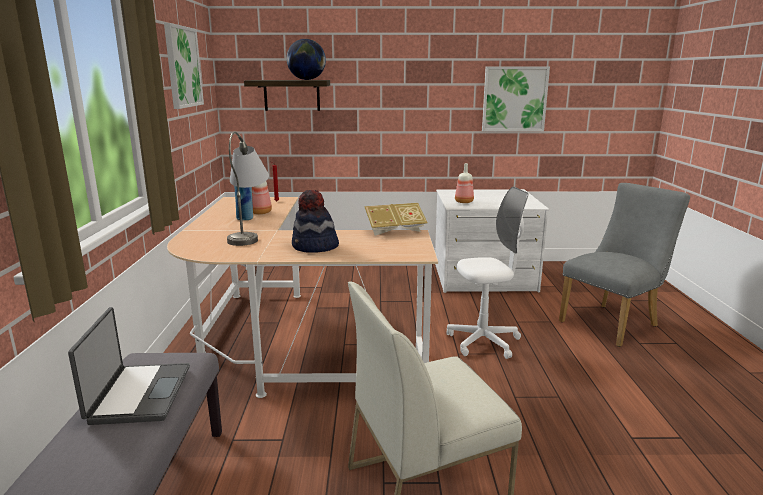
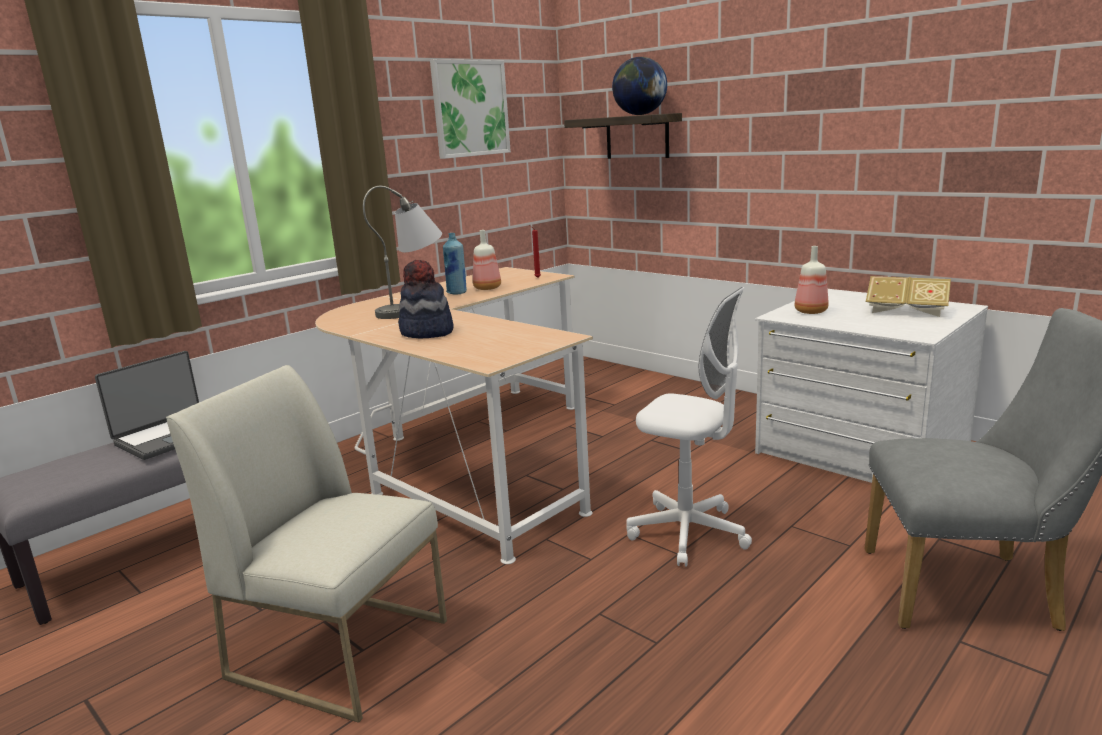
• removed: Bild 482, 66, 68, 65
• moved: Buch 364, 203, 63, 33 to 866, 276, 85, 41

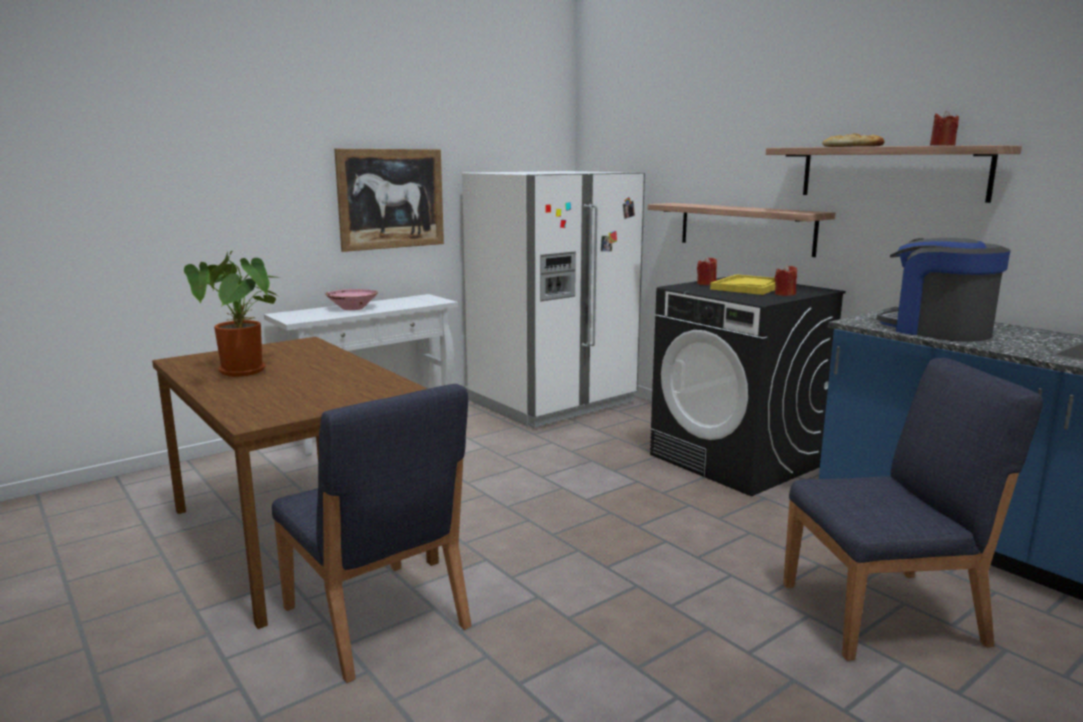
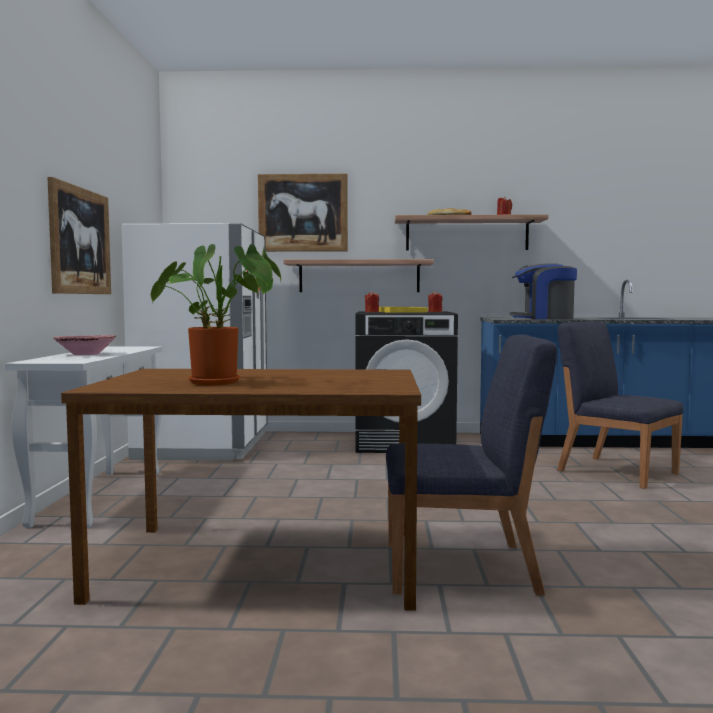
• added: Bild 258, 174, 90, 78
• turned: Stuhl/blau 783, 358, 260, 303 = 557, 321, 127, 168 75 degrees counterclockwise

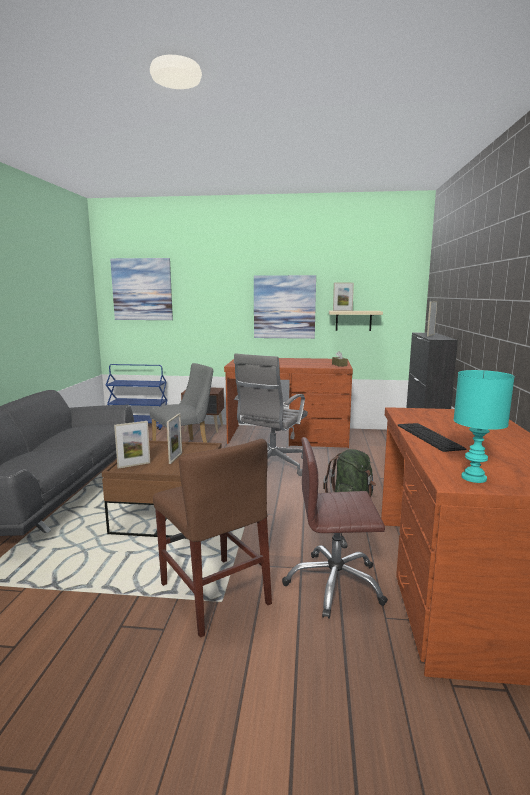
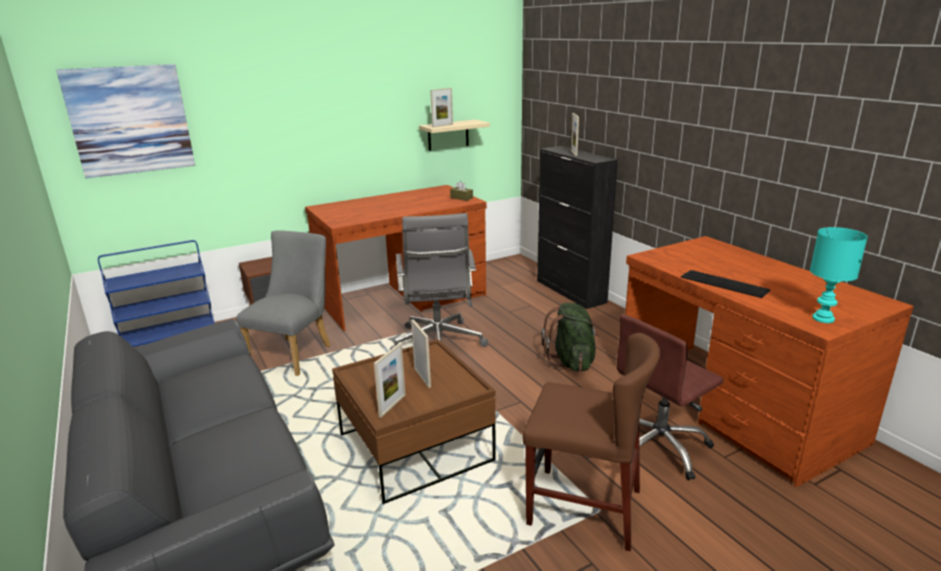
• removed: Bild 254, 275, 62, 64

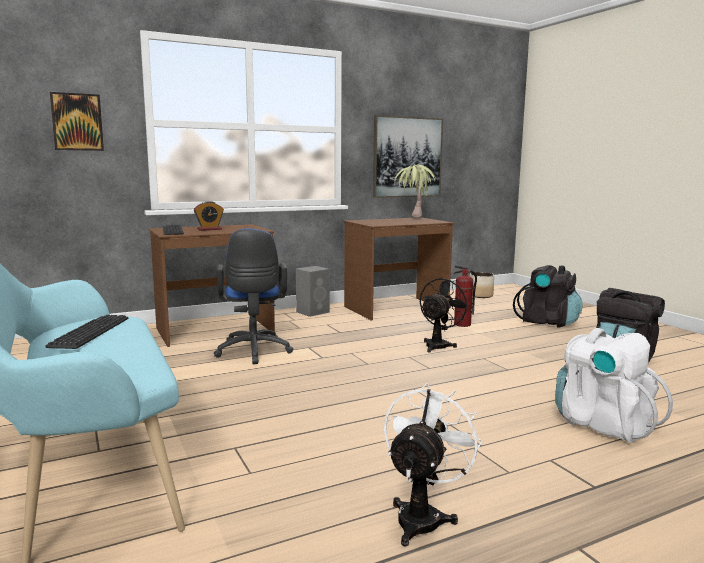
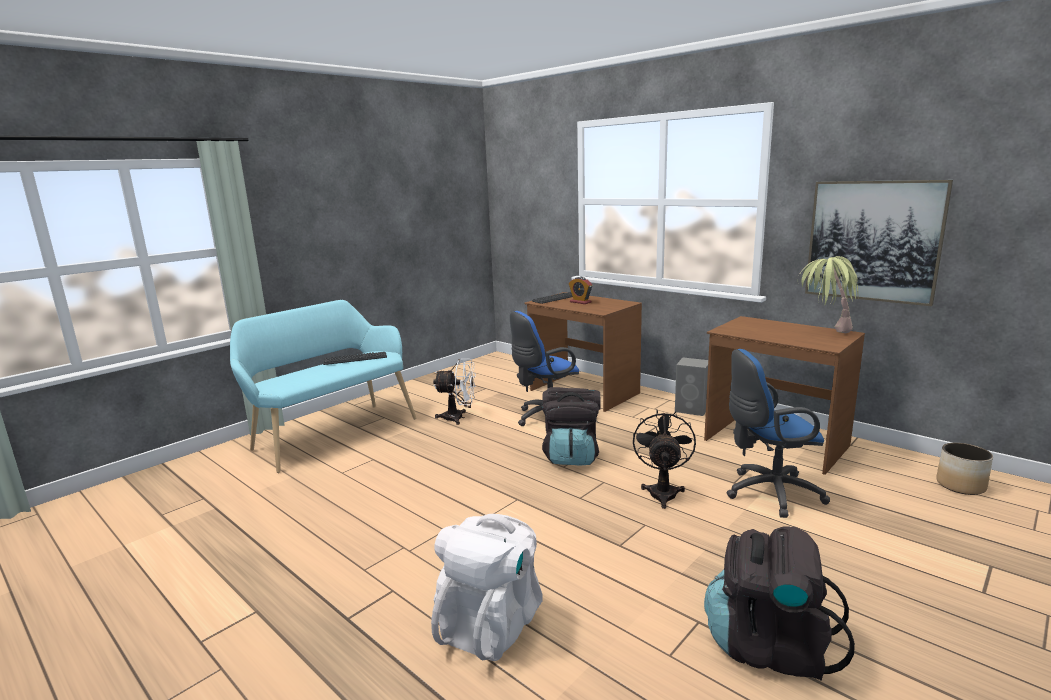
• removed: Bild 50, 92, 54, 59
• moved: Ventilator/weiß 384, 383, 98, 164 to 433, 359, 43, 66
• moved: Rucksack/schwarz 513, 265, 70, 62 to 541, 387, 59, 79
• replaced: Feuerlöscher 454, 265, 23, 62 to Bürostuhl/blau 726, 349, 104, 169
• turned: Ventilator/schwarz 420, 277, 50, 76 = 633, 410, 63, 99 90 degrees counterclockwise

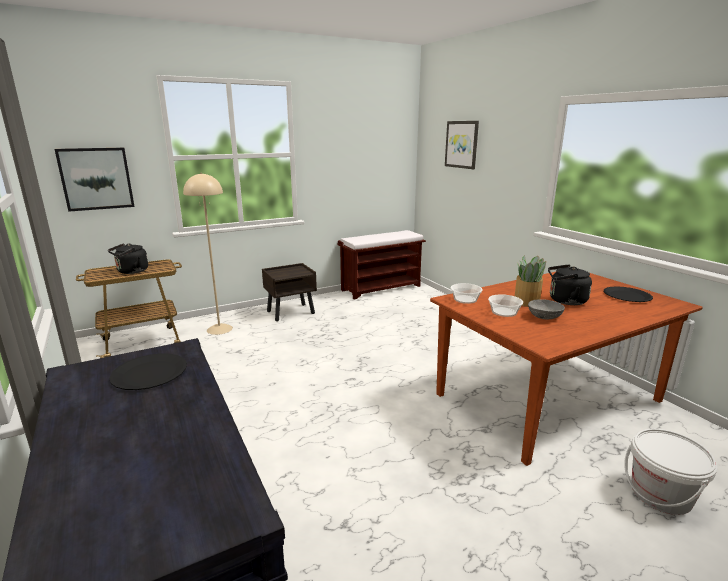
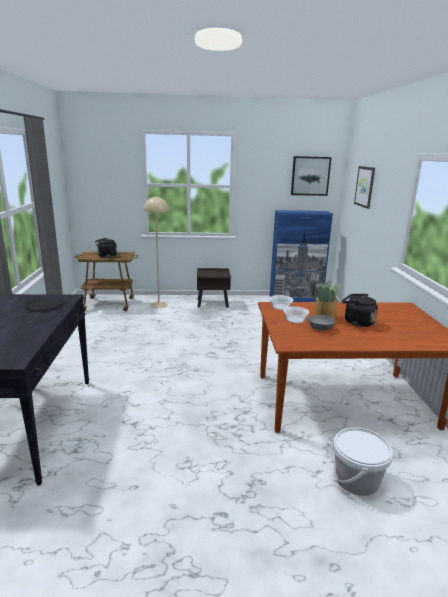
• removed: Teller/schwarz 604, 286, 49, 16
• moved: Bild 55, 148, 80, 64 to 291, 156, 41, 40
• replaced: Bank/braun 337, 230, 89, 69 to Schrank/blau 270, 210, 63, 92

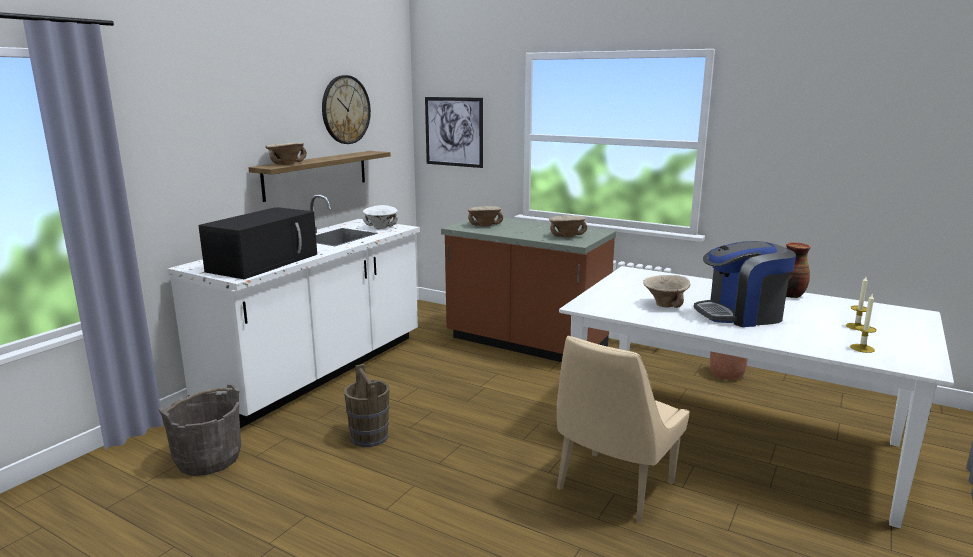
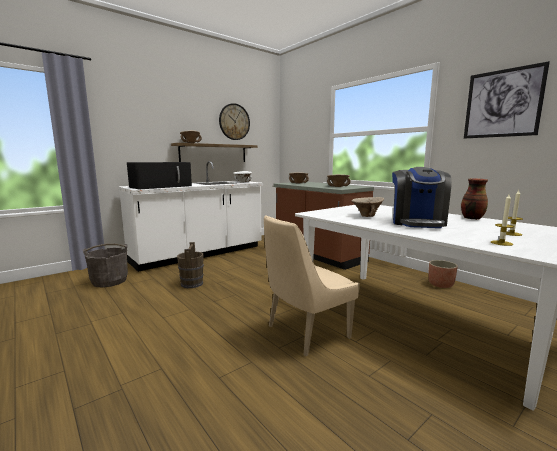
• moved: Bild 425, 97, 58, 71 to 464, 61, 86, 78
• turned: Kaffeemaschine 694, 241, 102, 86 = 392, 167, 60, 61 90 degrees counterclockwise

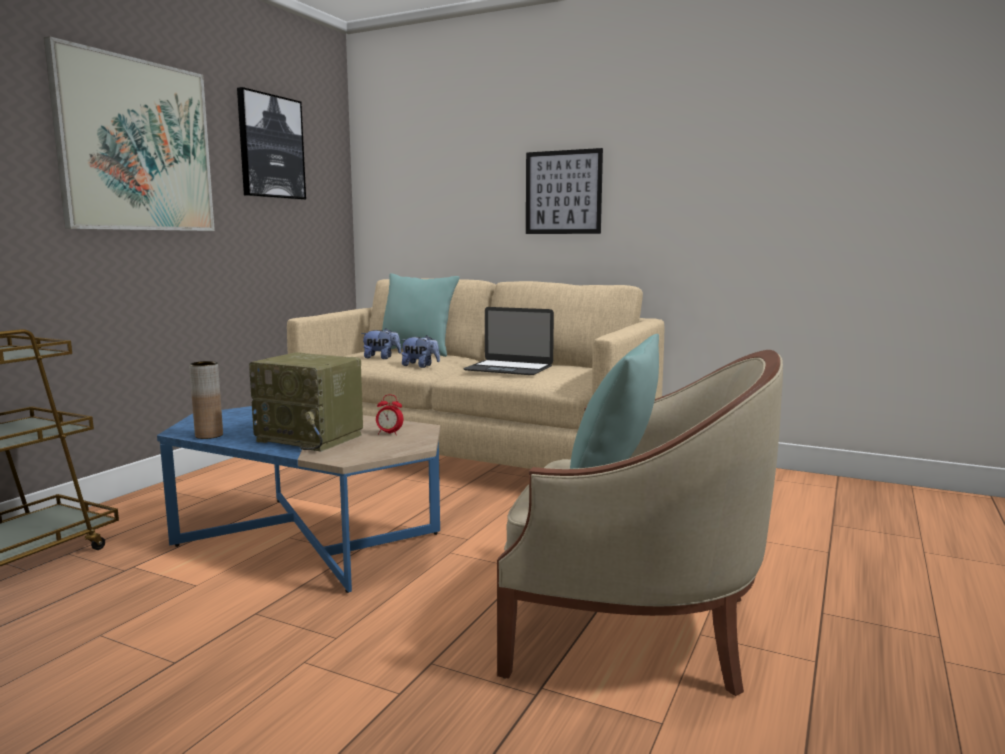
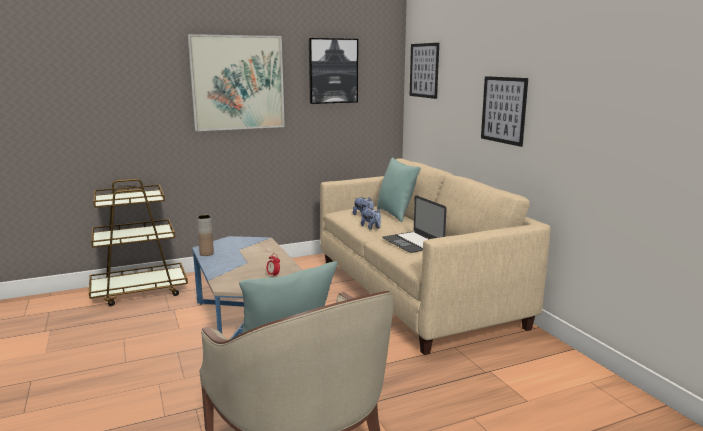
• removed: Radio 249, 352, 114, 100
• added: Bild 410, 43, 29, 56

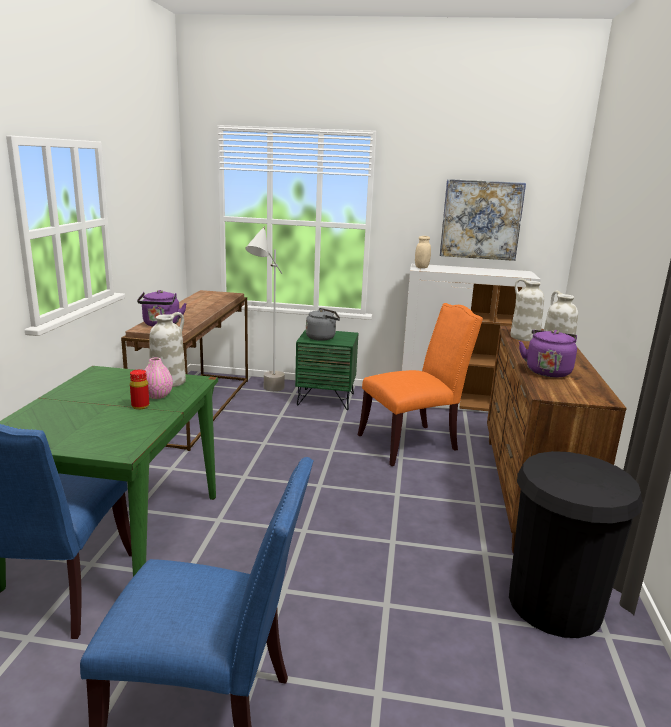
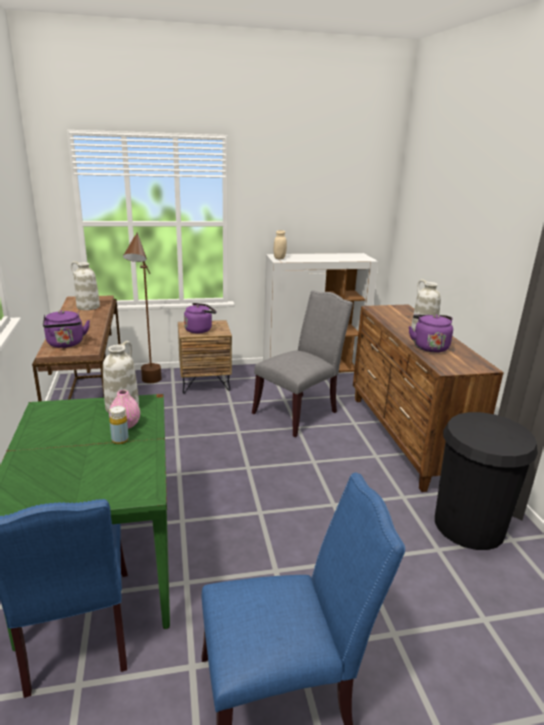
• removed: Bild 440, 179, 86, 82
• moved: Vase/weiß 510, 278, 34, 63 to 71, 261, 29, 49
• recoloured: Flasche/rot 130, 370, 19, 40 to Flasche/gelb 109, 406, 20, 38
• recoloured: Stehlampe/grau 245, 227, 39, 164 to Stehlampe/braun 123, 233, 39, 150
• recoloured: Nachttisch/grün 295, 329, 63, 81 to Nachttisch/braun 178, 320, 54, 74
• recoloured: Wasserkessel/grau 306, 308, 34, 33 to Wasserkessel/lila 184, 303, 33, 31
• recoloured: Stuhl/orange 358, 303, 125, 163 to Stuhl/grau 252, 290, 101, 147

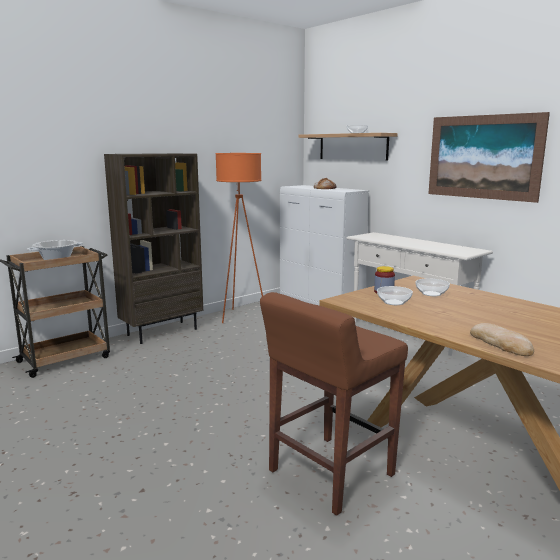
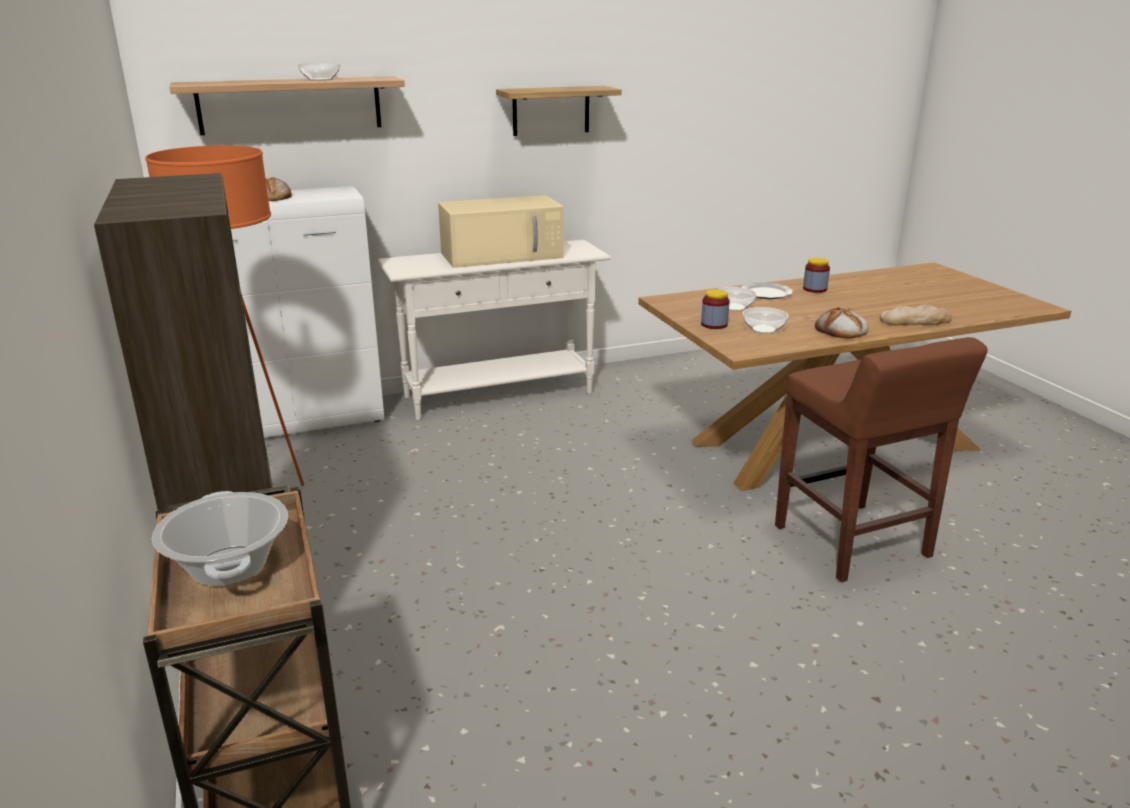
• added: Mikrowelle/beige 438, 195, 126, 73
• added: Teller 742, 282, 51, 17
• added: Vorratsglas 803, 258, 27, 35
• added: Brot 815, 307, 54, 31
• replaced: Bild 428, 112, 122, 91 to Wandregal 496, 86, 126, 50

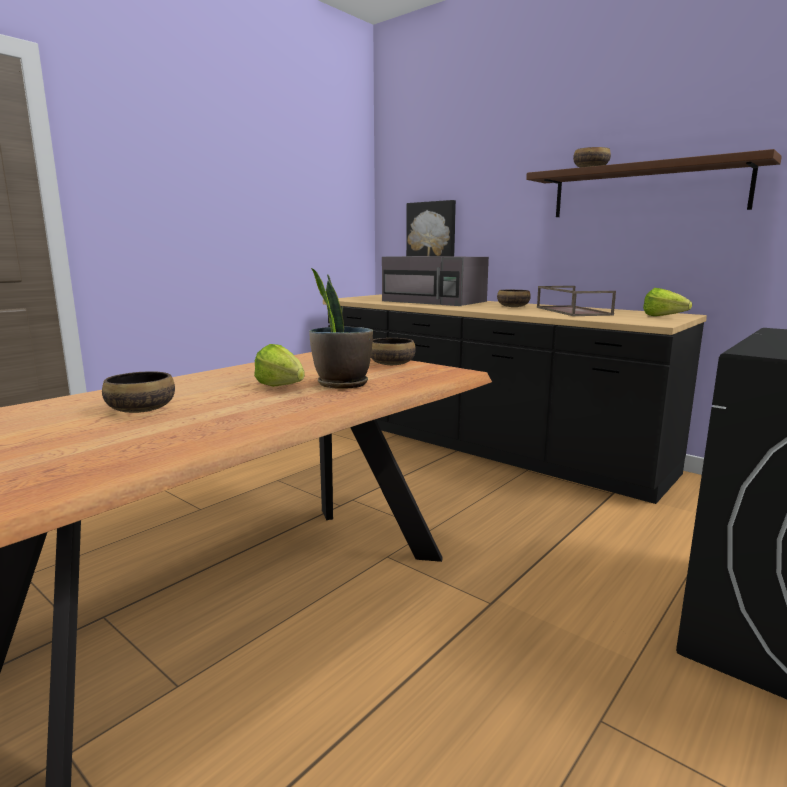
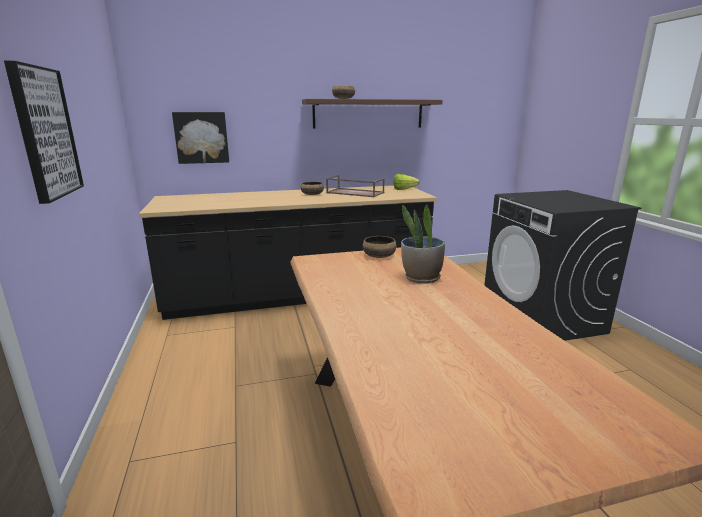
• removed: Schüssel 102, 371, 73, 42
• removed: Salatkopf 254, 344, 51, 43
• removed: Mikrowelle/grau 382, 256, 107, 50
• added: Bild 4, 60, 80, 144

